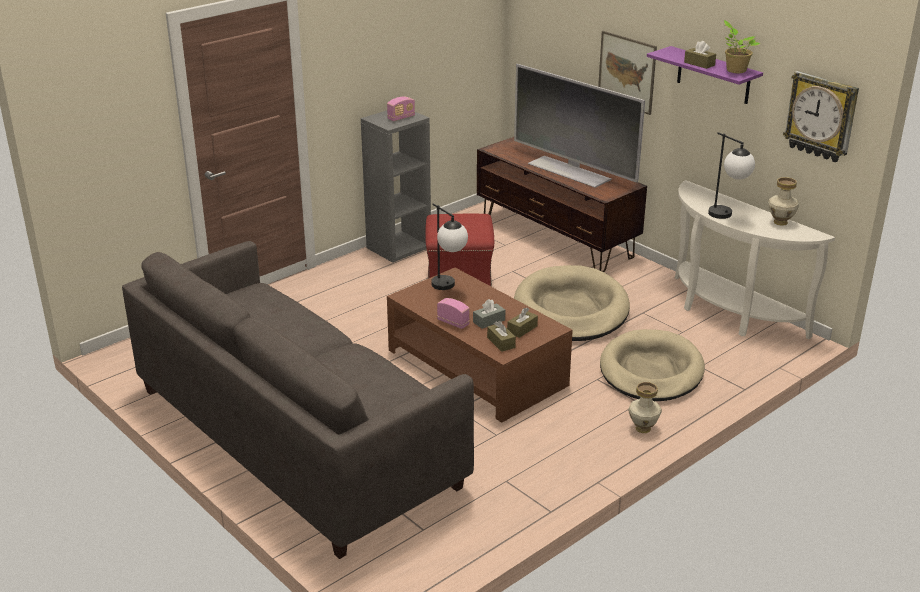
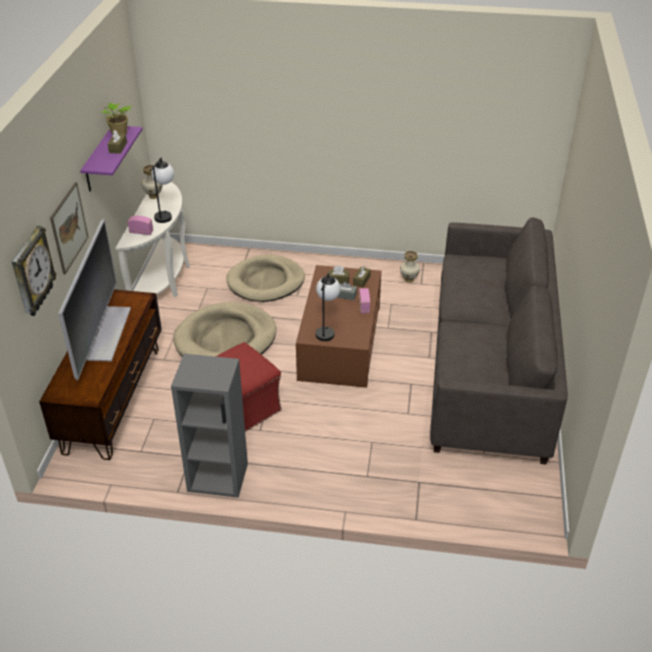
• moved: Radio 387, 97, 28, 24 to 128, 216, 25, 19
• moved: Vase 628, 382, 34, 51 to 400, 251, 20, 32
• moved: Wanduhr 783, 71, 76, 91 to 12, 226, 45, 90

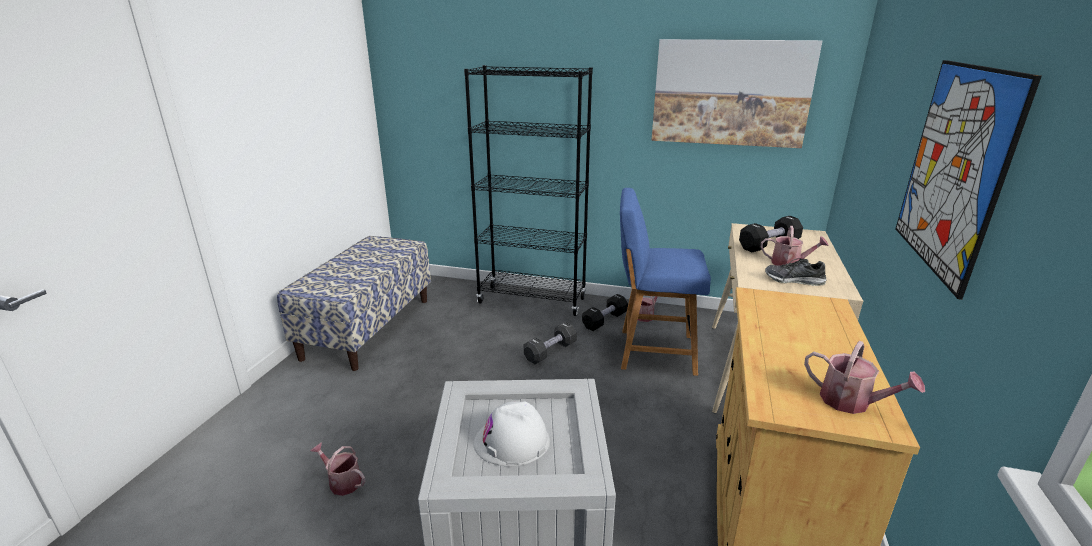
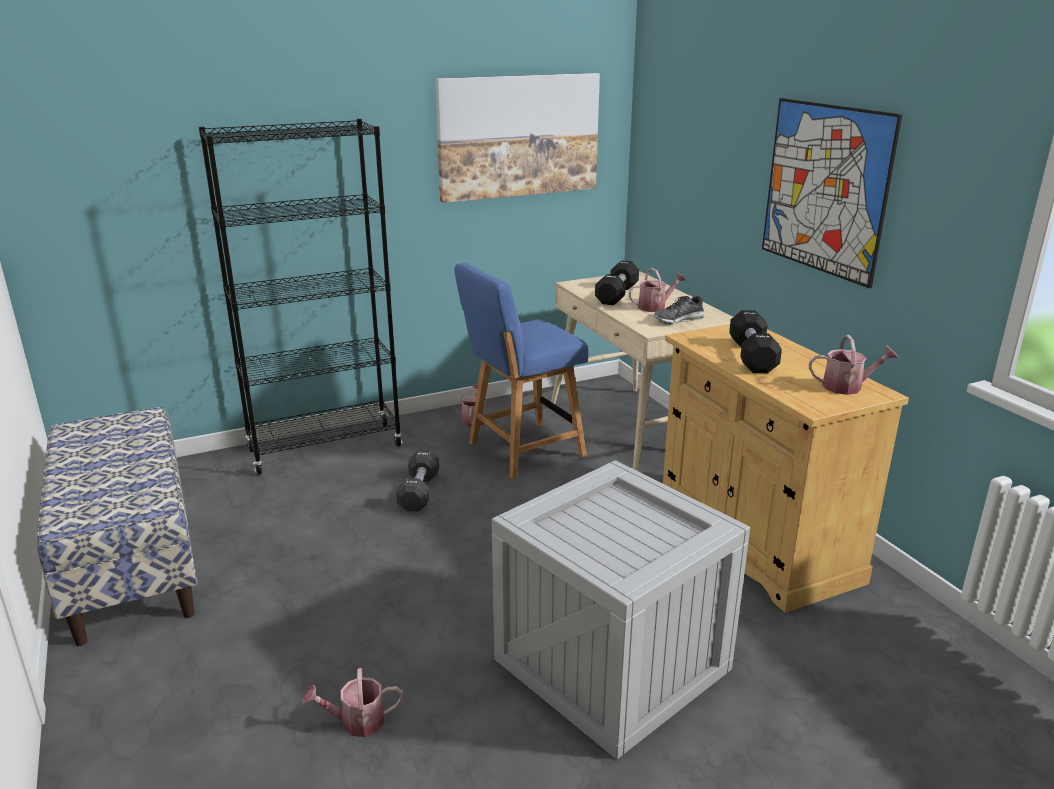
• removed: Schutzhelm/weiß 473, 401, 77, 65
• moved: Hantel/schwarz 582, 294, 46, 37 to 729, 310, 53, 63

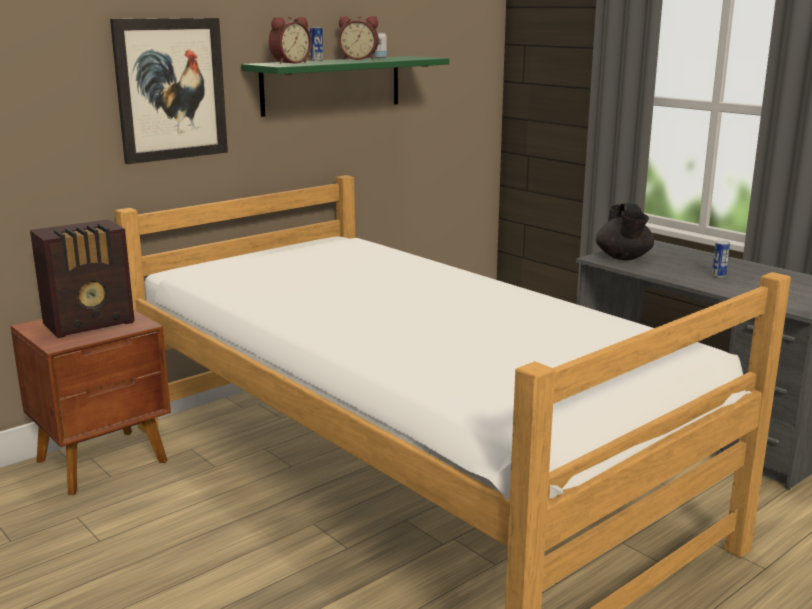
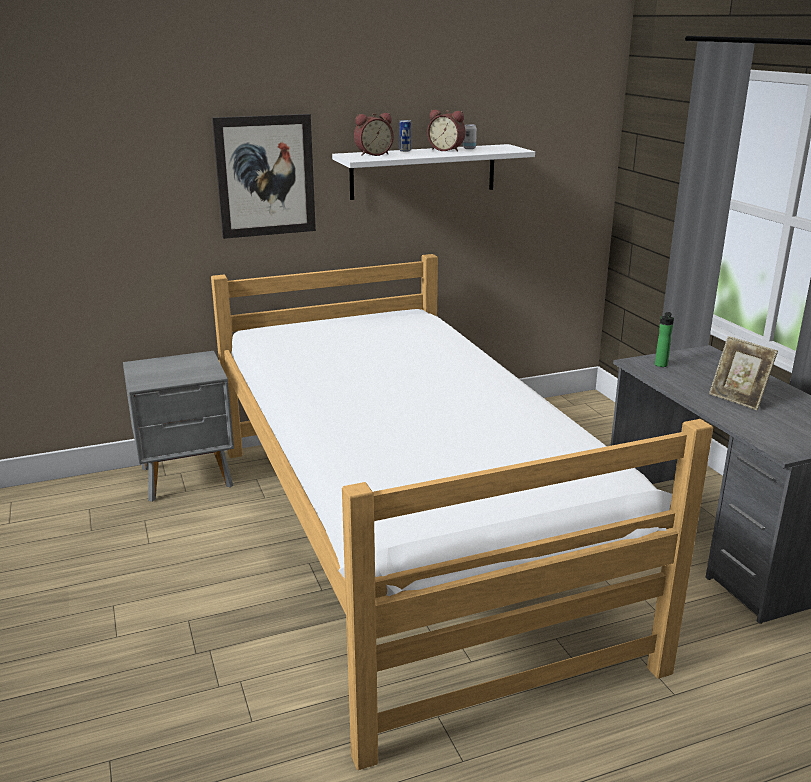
• removed: Radio 30, 219, 105, 119
• replaced: Teekanne/schwarz 596, 203, 58, 57 to Flasche 655, 312, 19, 55
• replaced: Dose 712, 241, 18, 37 to Bilderrahmen 709, 336, 69, 74
• recoloured: Nachttisch/braun 11, 310, 160, 185 to Nachttisch/grau 123, 351, 111, 151
• recoloured: Wandregal/grün 241, 56, 208, 61 to Wandregal/weiß 332, 144, 203, 56

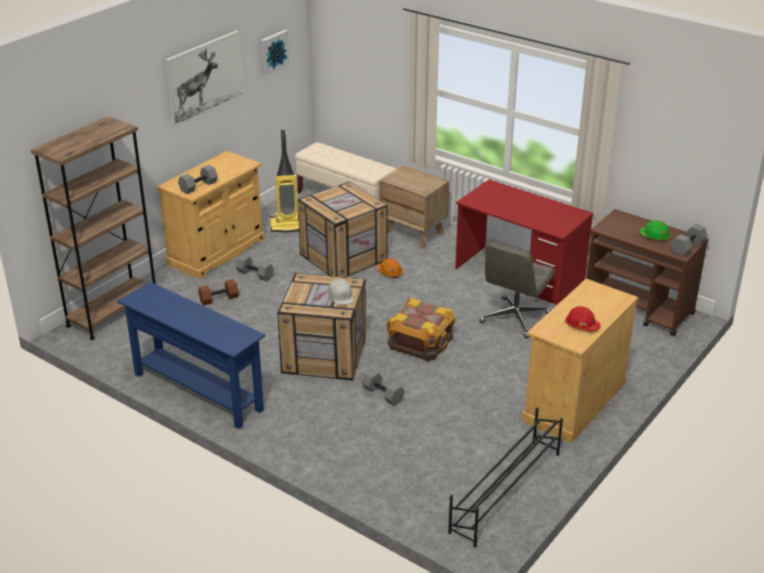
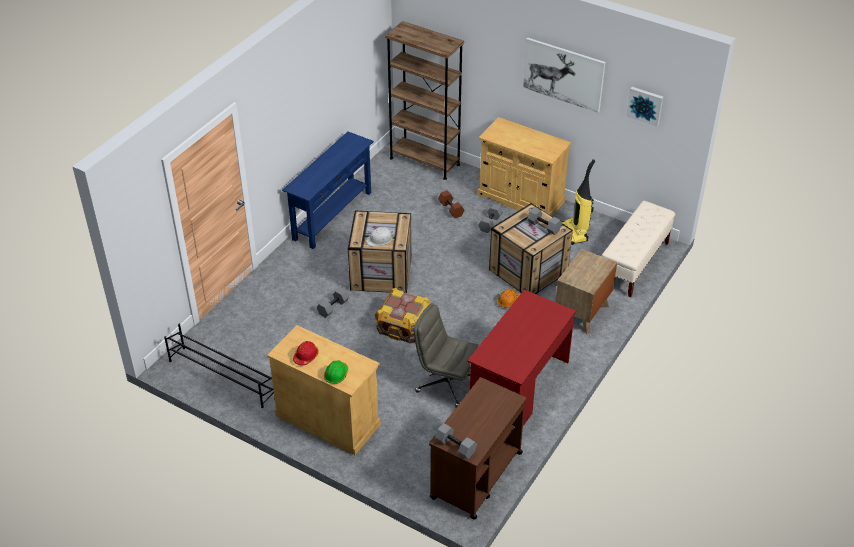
• moved: Hantel/grau 178, 165, 40, 29 to 527, 207, 35, 28
• moved: Schutzhelm/grün 639, 220, 32, 21 to 324, 360, 24, 24

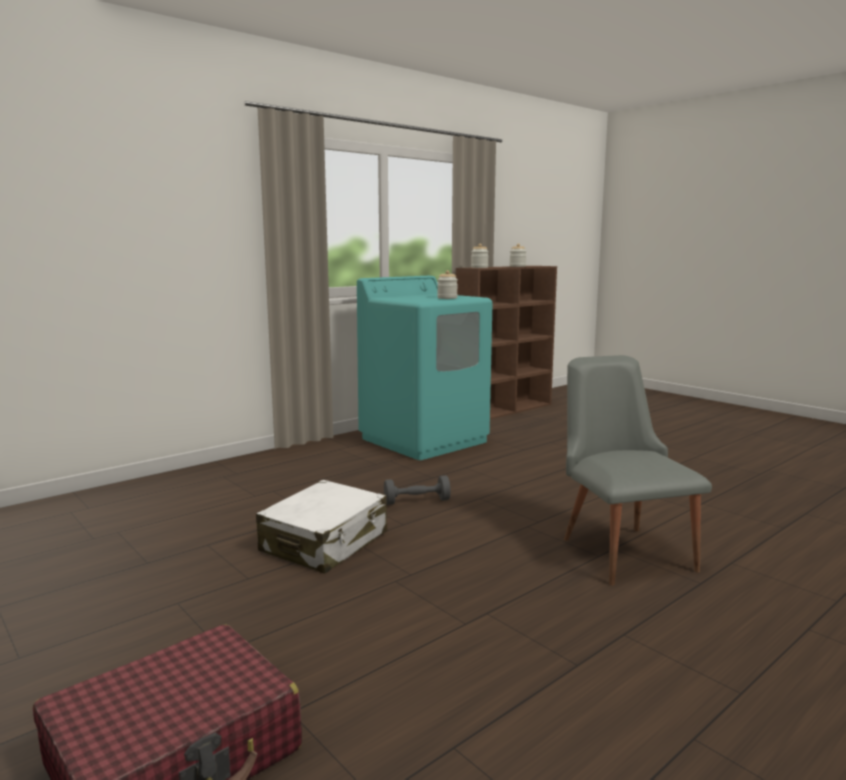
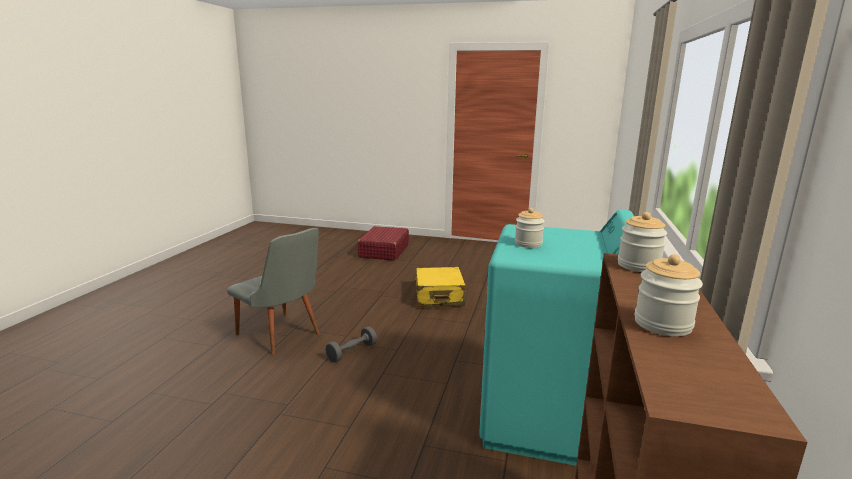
• moved: Hantel/grau 384, 475, 67, 30 to 326, 326, 51, 37
• recoloured: Koffer/weiß 256, 480, 131, 94 to Koffer/gelb 414, 267, 52, 40

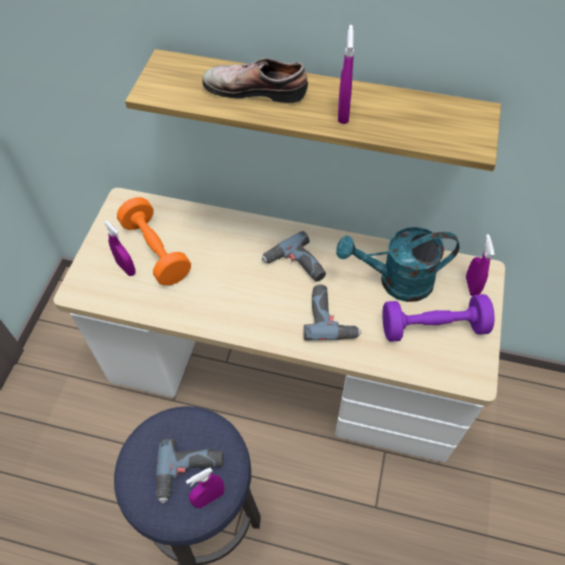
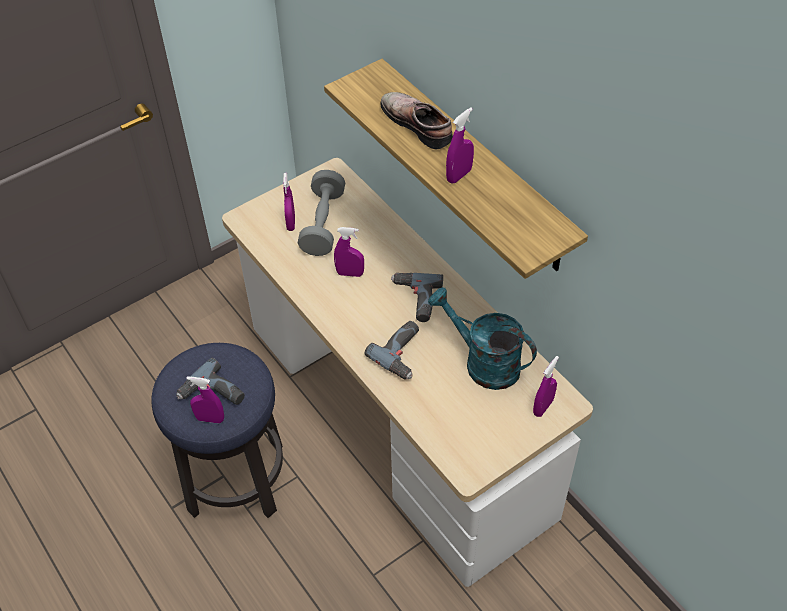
• removed: Hantel/lila 382, 294, 113, 48
• added: Sprühflasche/lila 334, 227, 30, 50
• recoloured: Hantel/orange 117, 197, 74, 89 to Hantel/grau 298, 170, 47, 86

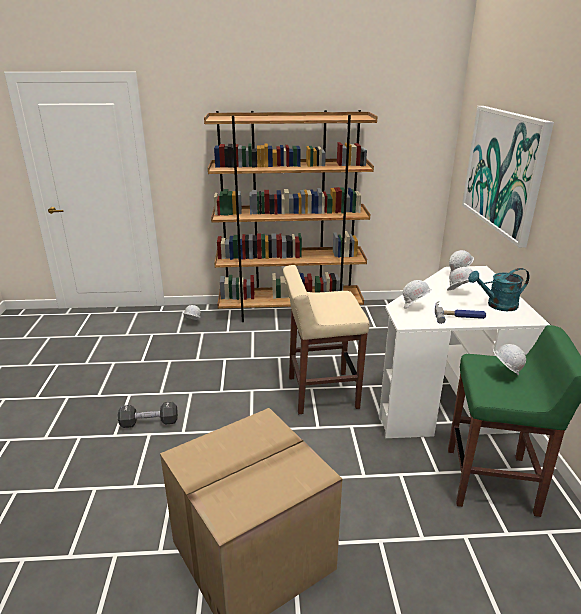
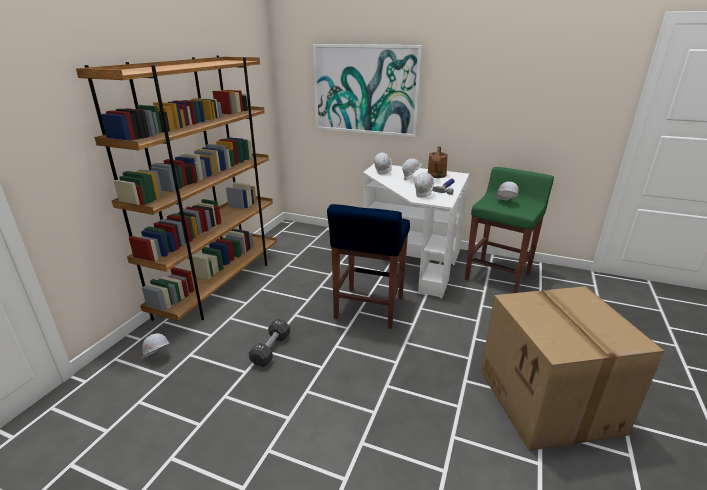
• moved: Hantel/schwarz 118, 402, 60, 26 to 249, 319, 41, 48
• recoloured: Hocker/beige 283, 265, 87, 149 to Hocker/blau 327, 204, 83, 125
• recoloured: Gießkanne/türkis 468, 268, 61, 43 to Gießkanne/braun 427, 146, 21, 32

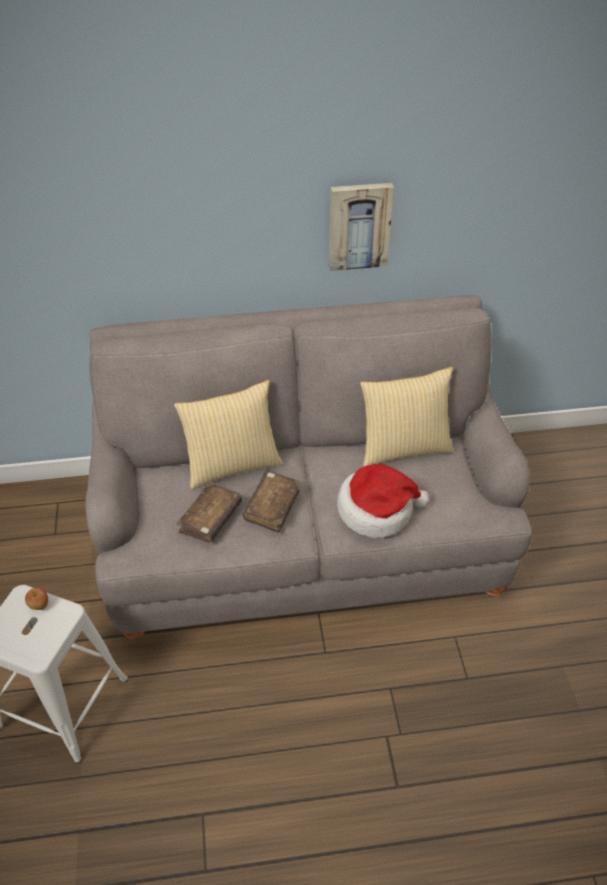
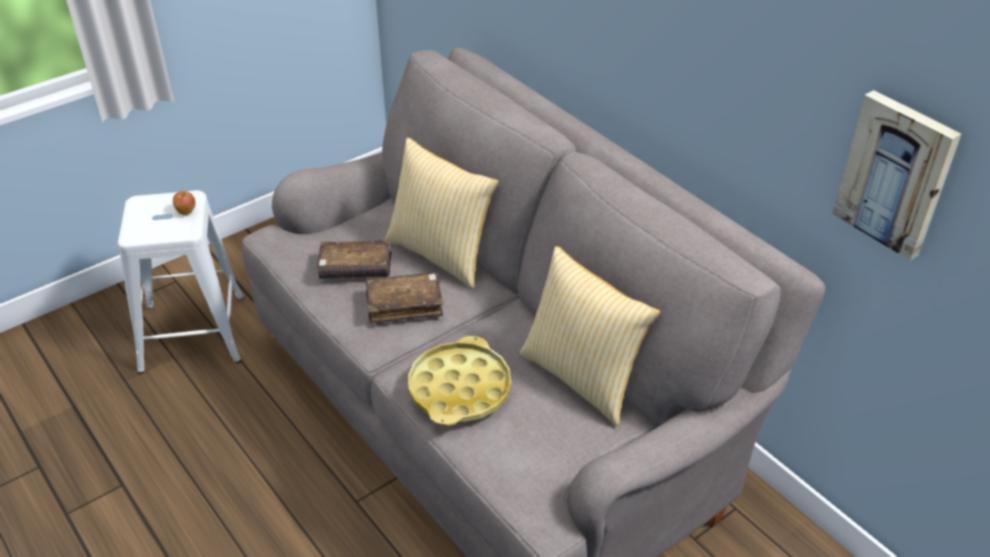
• moved: Bild 329, 183, 65, 88 to 832, 90, 129, 170
• replaced: Hut 337, 464, 93, 74 to Tablett/gelb 408, 336, 103, 90

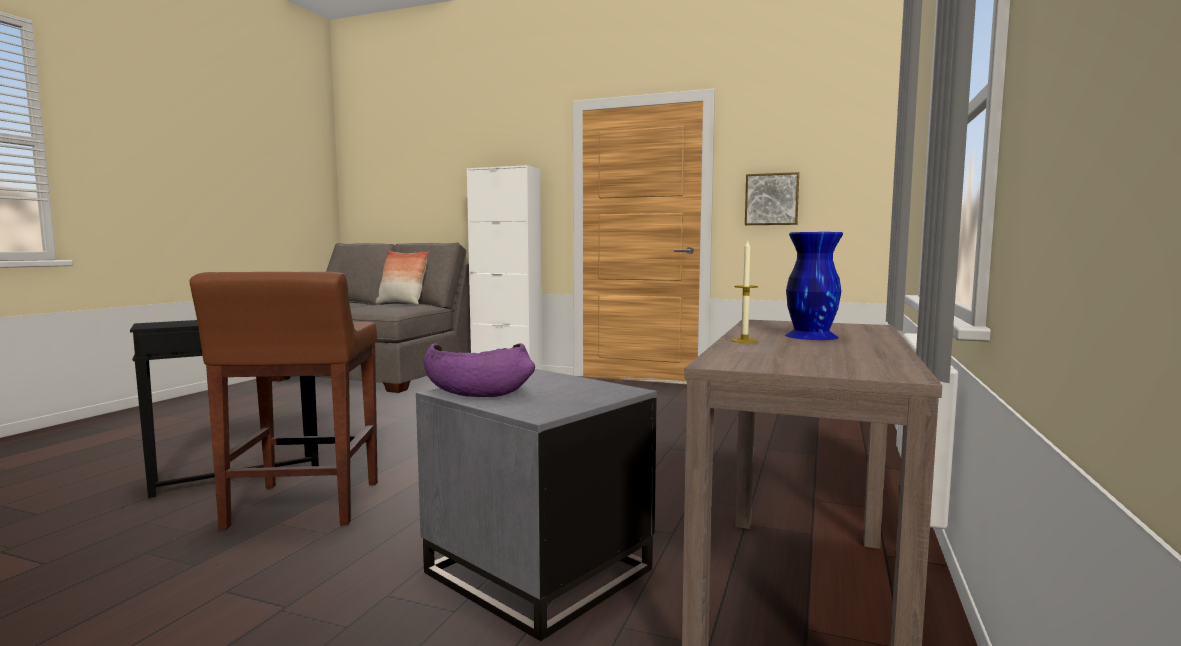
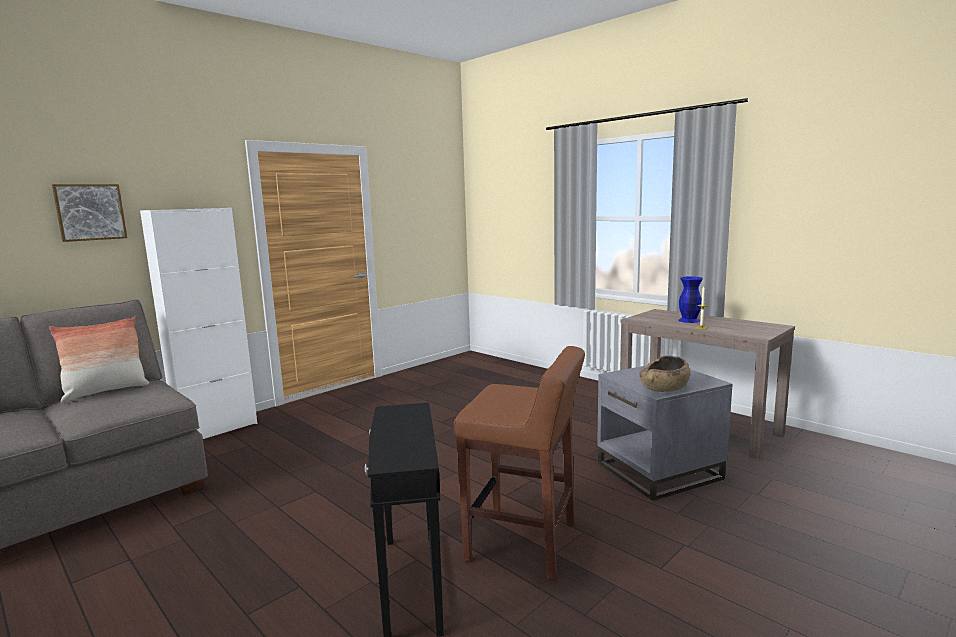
• moved: Bild 745, 172, 54, 53 to 52, 184, 75, 58
• recoloured: Schüssel/lila 423, 343, 112, 54 to Schüssel/braun 639, 356, 52, 36

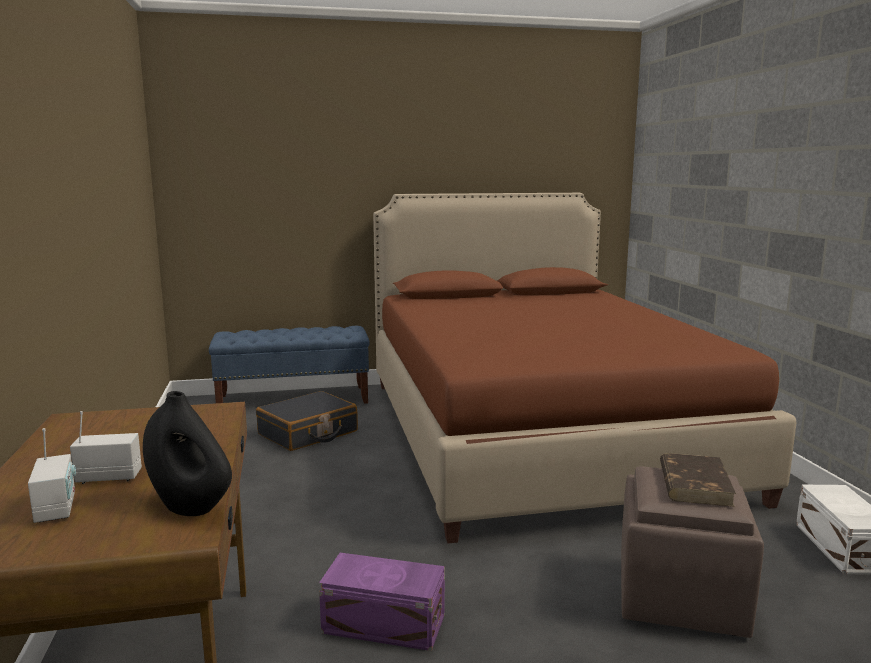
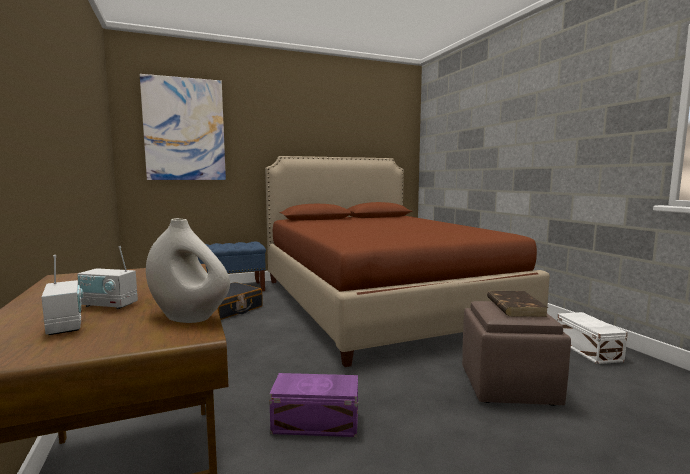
• added: Bild 140, 74, 86, 106
• recoloured: Vase/schwarz 143, 391, 89, 125 to Vase/weiß 146, 218, 84, 105
• turned: Radio 70, 411, 72, 73 = 77, 246, 61, 63 150 degrees counterclockwise

